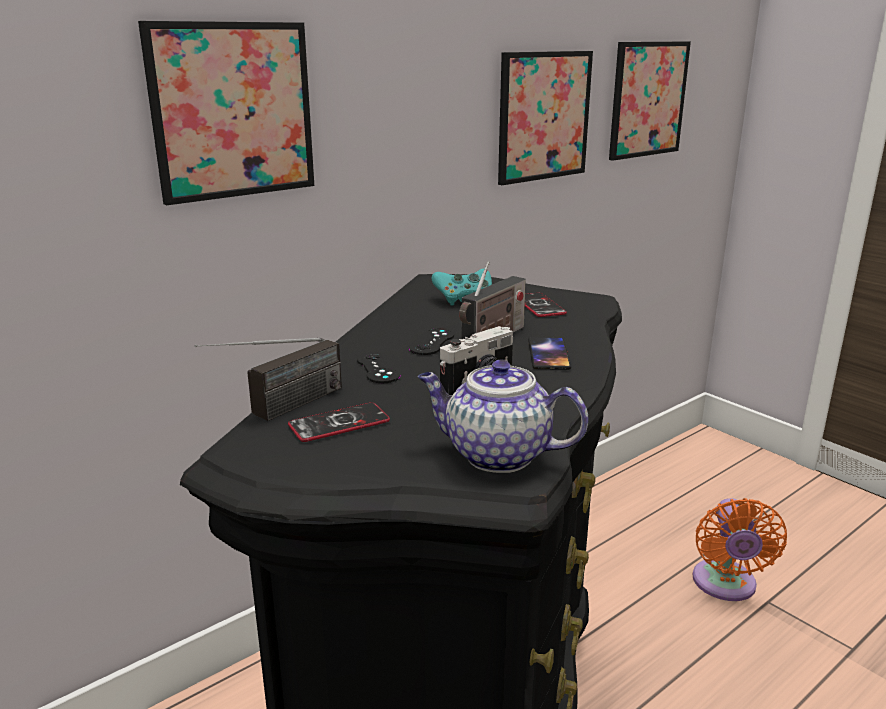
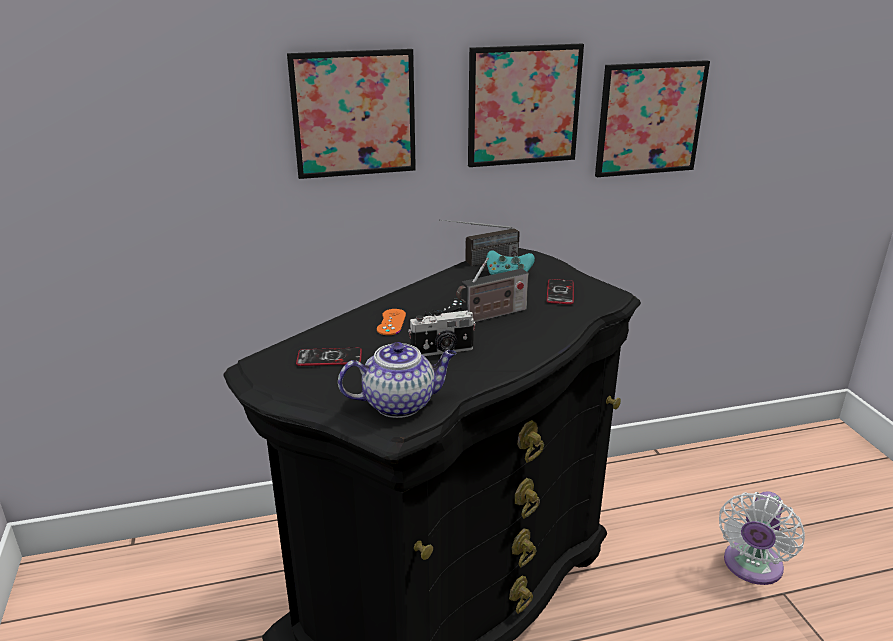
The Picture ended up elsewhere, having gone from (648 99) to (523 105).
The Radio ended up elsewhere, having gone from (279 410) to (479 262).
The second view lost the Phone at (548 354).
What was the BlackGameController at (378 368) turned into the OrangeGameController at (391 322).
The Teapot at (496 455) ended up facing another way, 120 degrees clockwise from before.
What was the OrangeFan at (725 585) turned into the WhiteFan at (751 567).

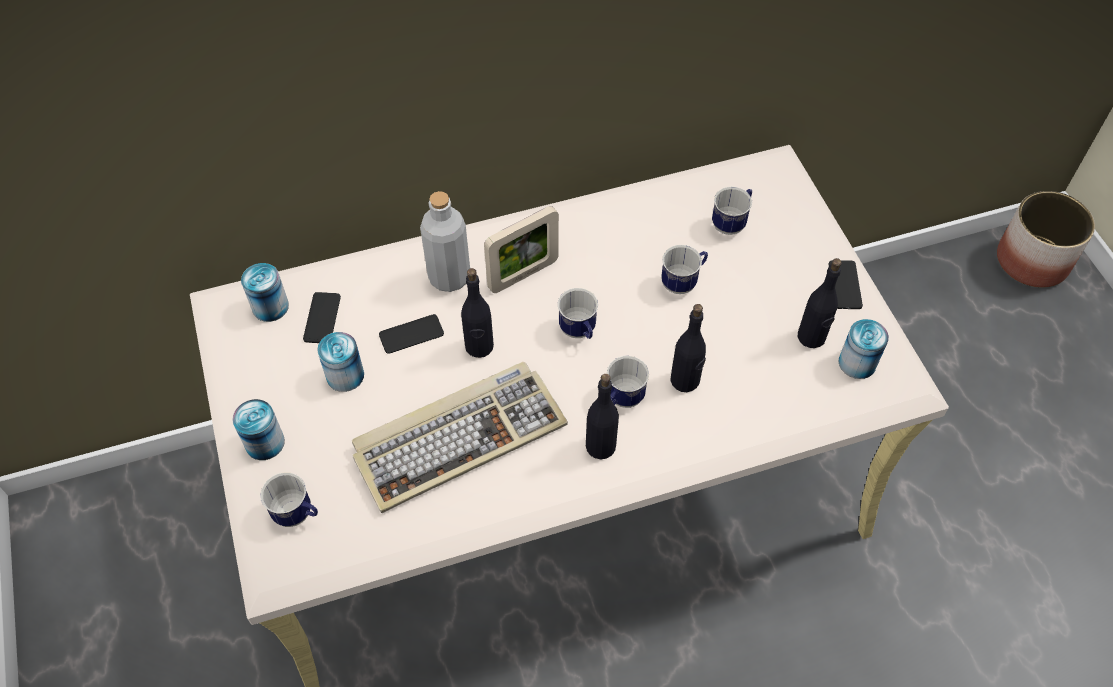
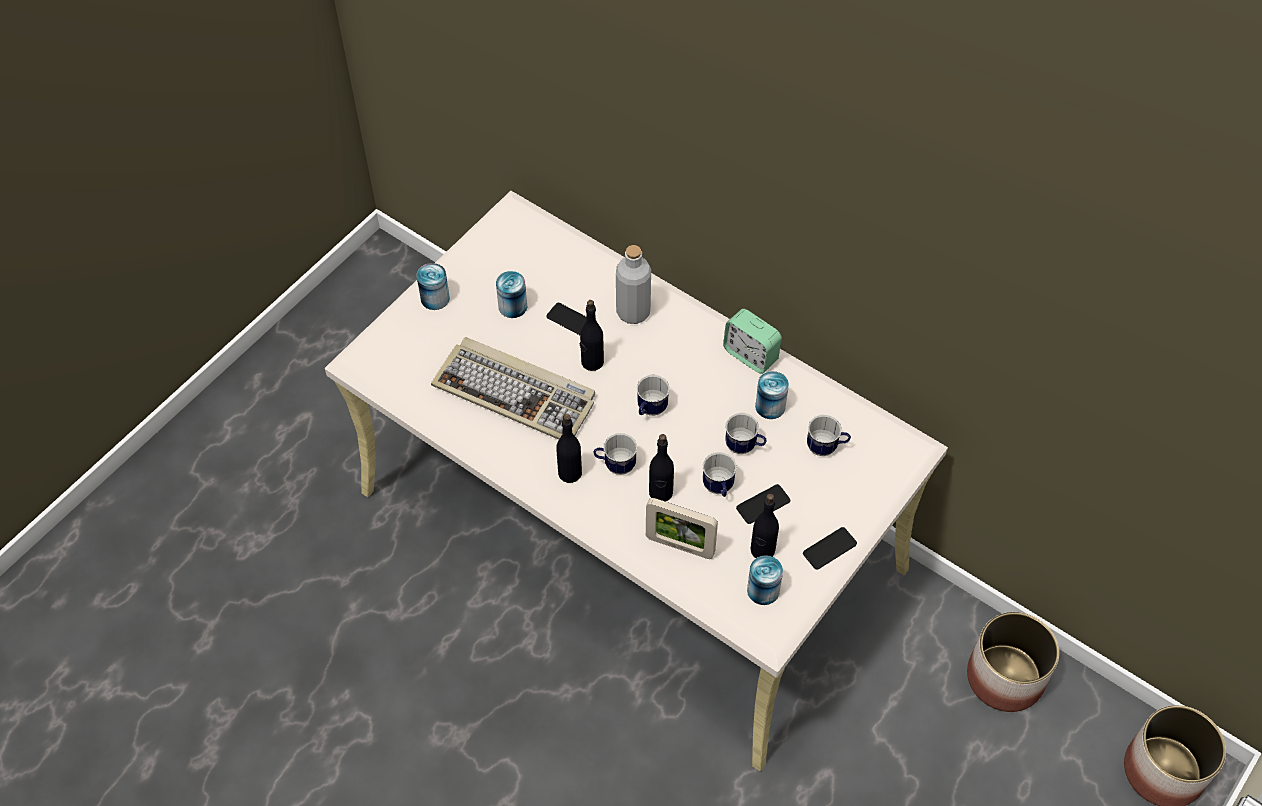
The PictureFrame ended up elsewhere, having gone from (523 275) to (680 546).
The Can ended up elsewhere, having gone from (270 306) to (770 406).
The Phone ended up elsewhere, having gone from (322 318) to (763 504).
The Mug ended up elsewhere, having gone from (298 515) to (719 488).
The second view gained the AlarmClock at (750 355).
The second view gained the Planter at (1006 677).

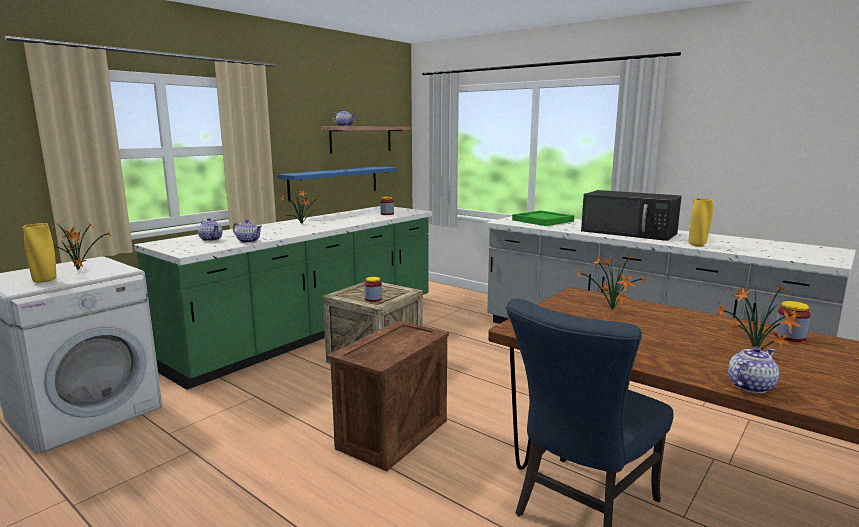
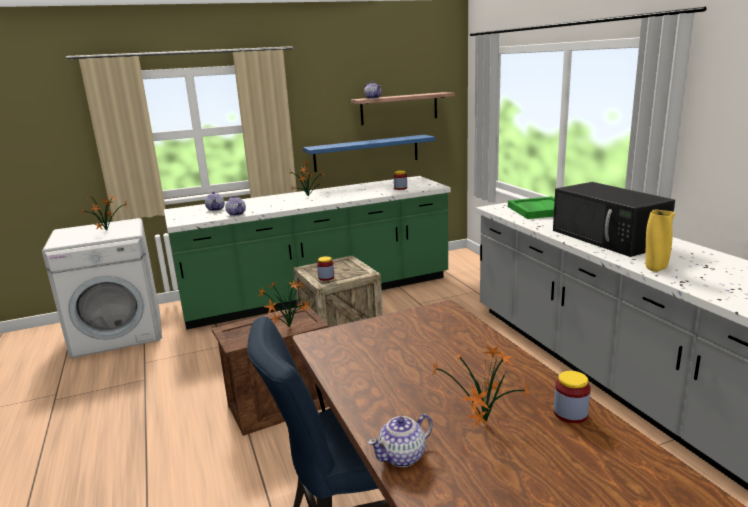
The second view lost the YellowVase at (45 281).
The PottedPlant ended up elsewhere, having gone from (612 311) to (288 327).
The Teapot at (749 386) ended up facing another way, 150 degrees clockwise from before.

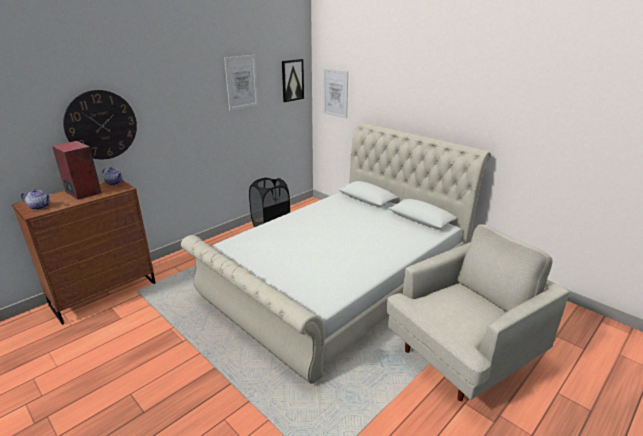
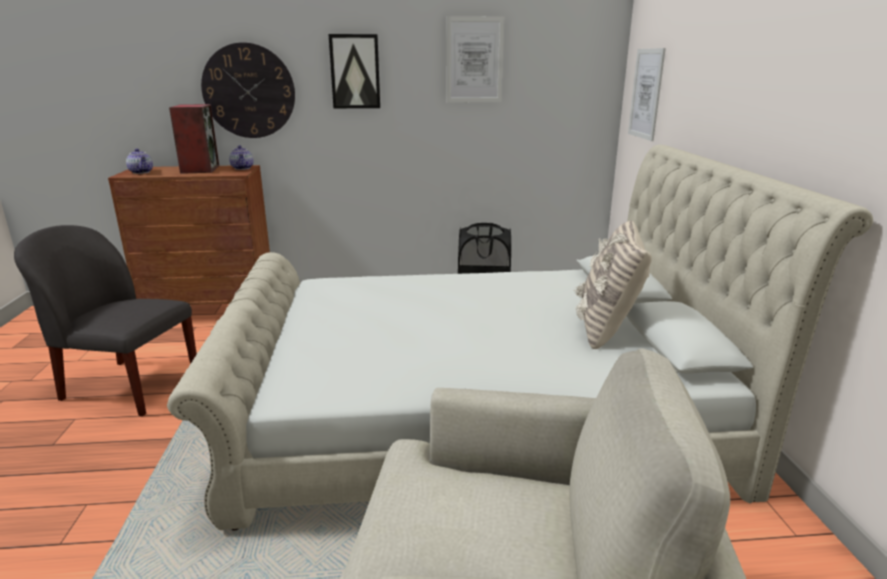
The Picture ended up elsewhere, having gone from (292 80) to (355 71).
The second view gained the BeigePillow at (604 327).
The second view gained the GreyChair at (128 387).

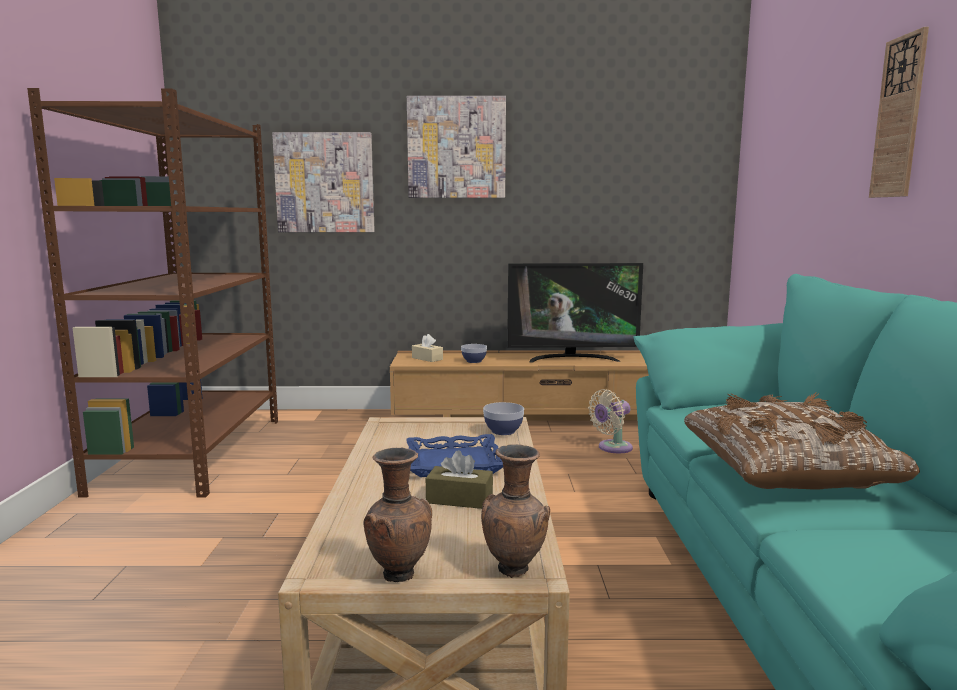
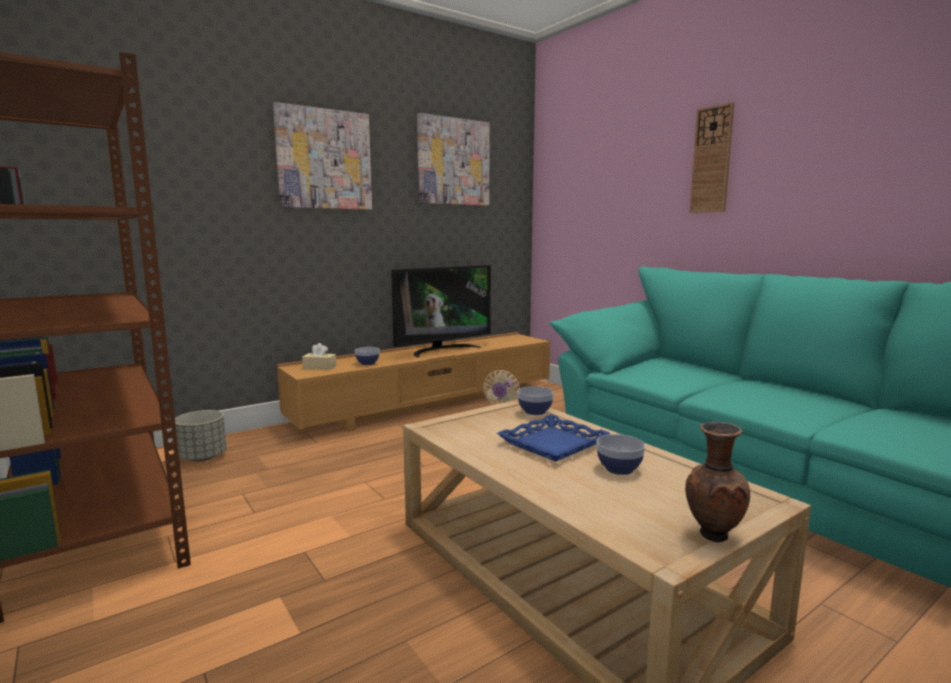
The Picture ended up elsewhere, having gone from (324 183) to (453 162).
The second view lost the BrownPillow at (785 475).
The second view lost the BrownVase at (515 569).
Where the BrownTissueBox stood at (459 499), the Bowl came to stand at (619 469).
The second view gained the GreyPlanter at (203 457).

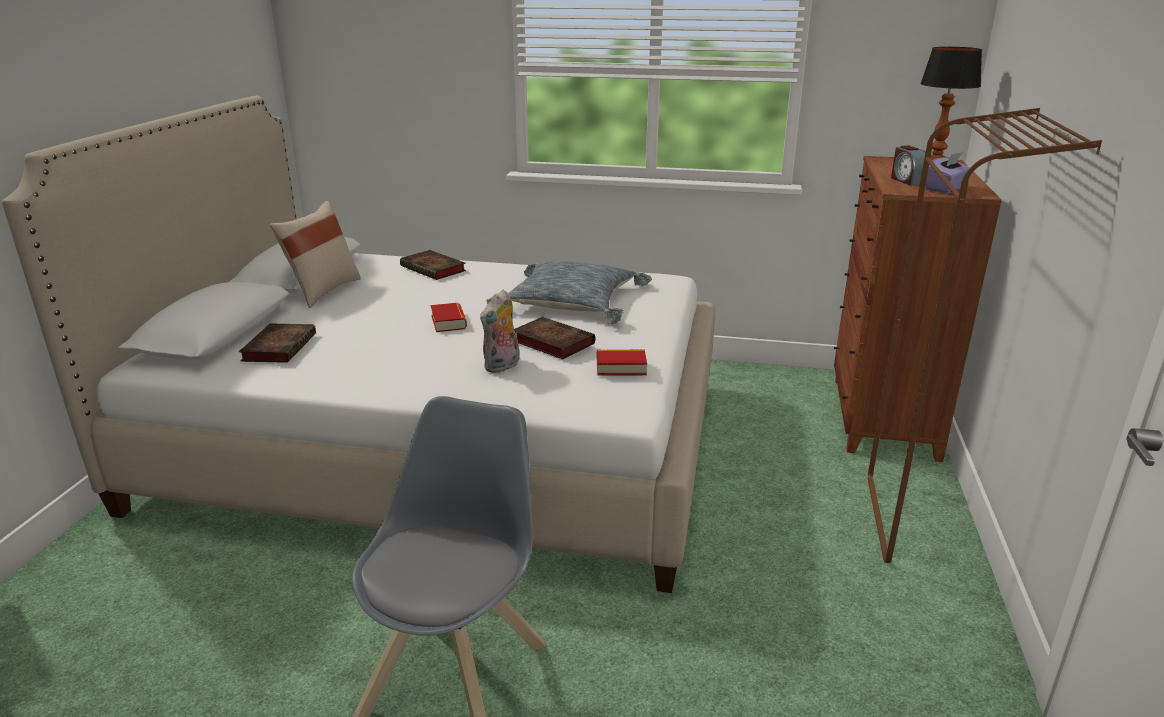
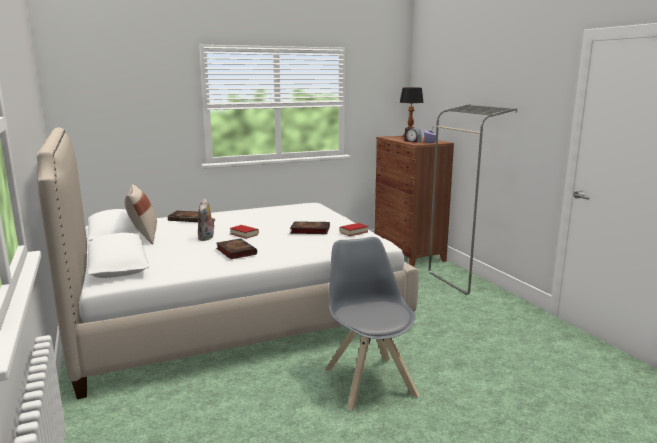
What was the BrownClothesRack at (919 524) turned into the GreyClothesRack at (462 281).
The second view lost the Pillow at (572 300).
The PlushToy ended up elsewhere, having gone from (502 366) to (207 238).
The Book ended up elsewhere, having gone from (279 347) to (235 251).

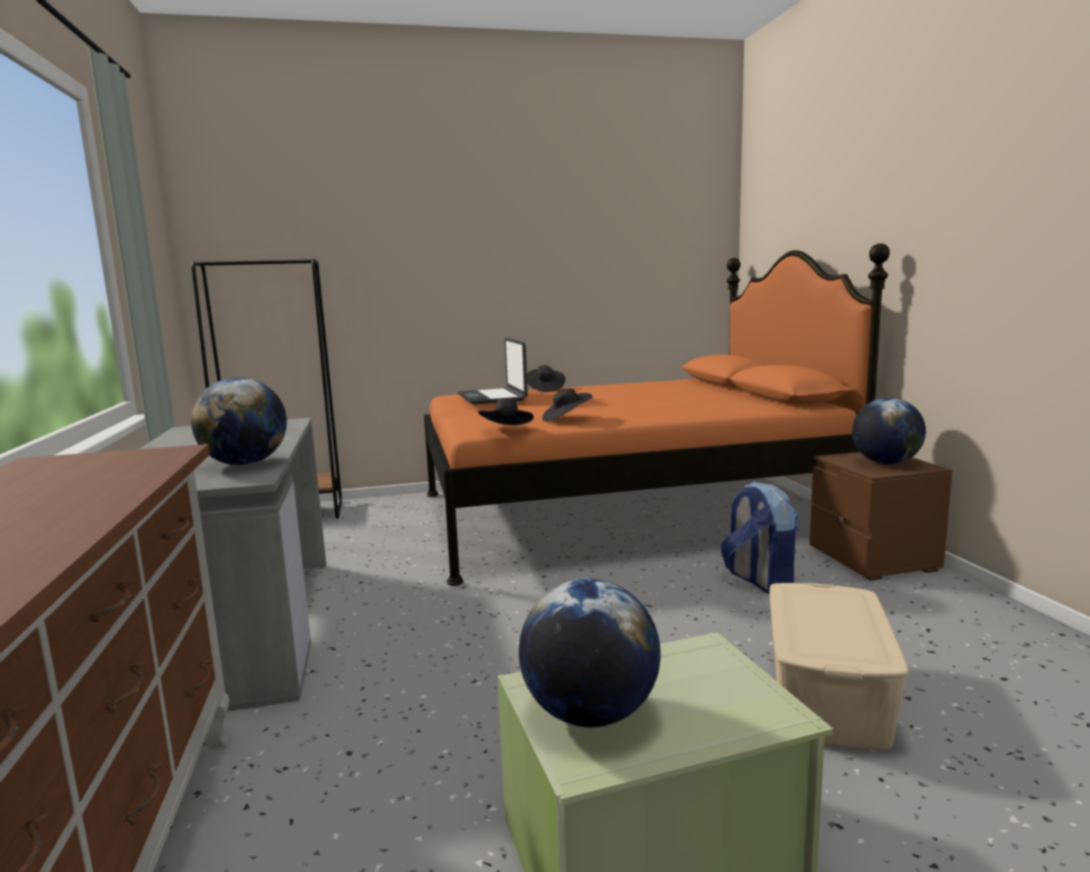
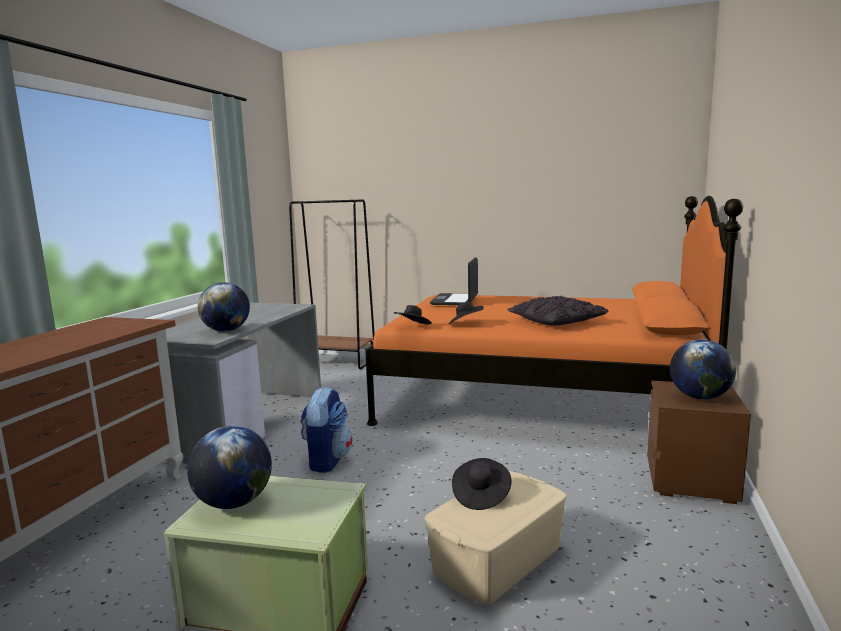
The BlackHat ended up elsewhere, having gone from (545 389) to (481 495).
The Backpack ended up elsewhere, having gone from (758 581) to (327 460).
The second view gained the BlackPillow at (556 322).

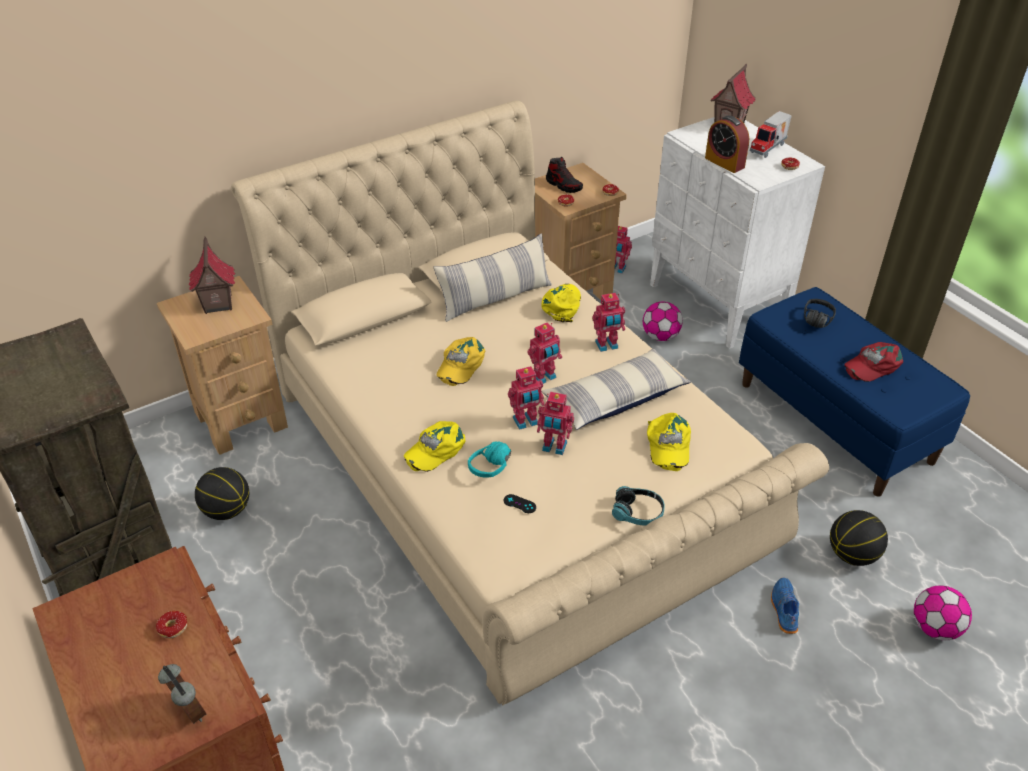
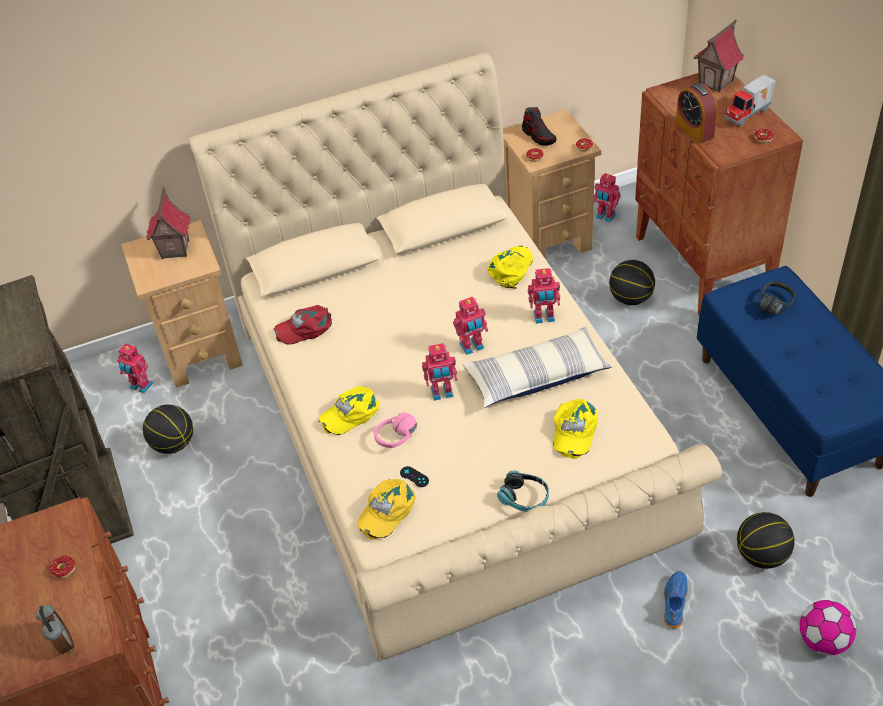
What was the WhiteDresser at (716 304) turned into the BrownDresser at (701 265).
The second view lost the Pillow at (495 299).
Where the Football stood at (660 336), the Basketball came to stand at (631 298).
The YellowCap ended up elsewhere, having gone from (460 364) to (386 510).
The RedCap ended up elsewhere, having gone from (872 365) to (305 328).
The ToyRobot ended up elsewhere, having gone from (554 447) to (140 386).
What was the TurquoiseHeadphones at (496 470) turned into the PinkHeadphones at (401 440).

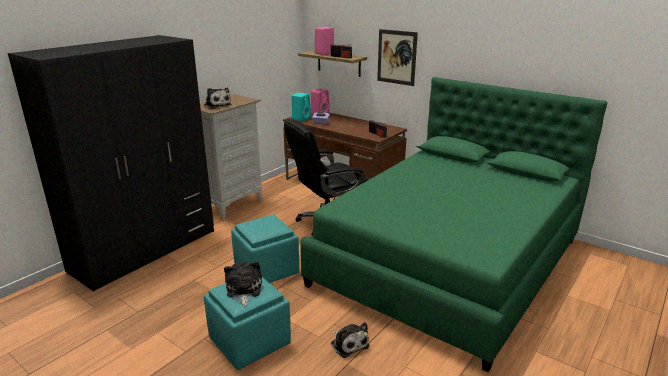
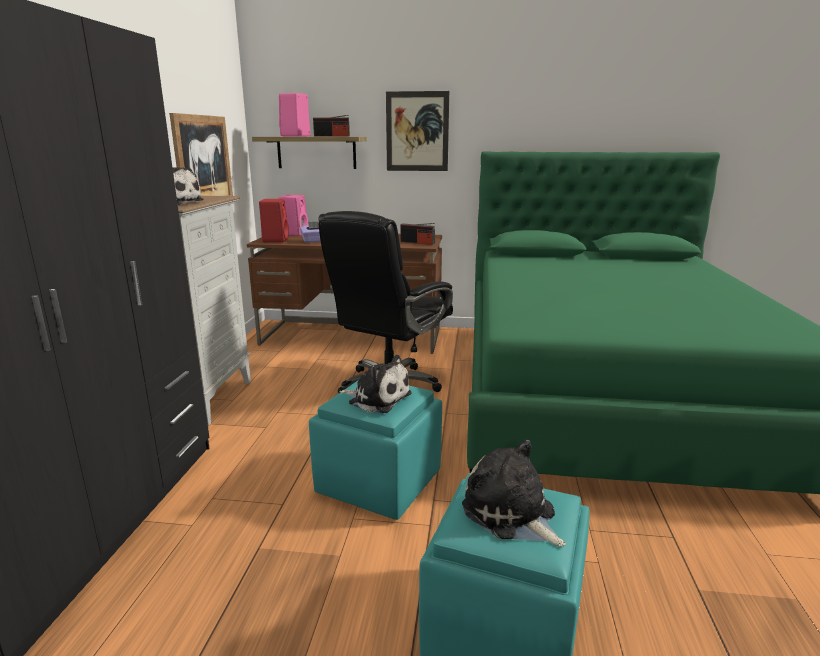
What was the TurquoiseSpeaker at (301 118) turned into the RedSpeaker at (275 240).
The PlushToy ended up elsewhere, having gone from (348 344) to (377 398).
The second view gained the Picture at (203 162).

